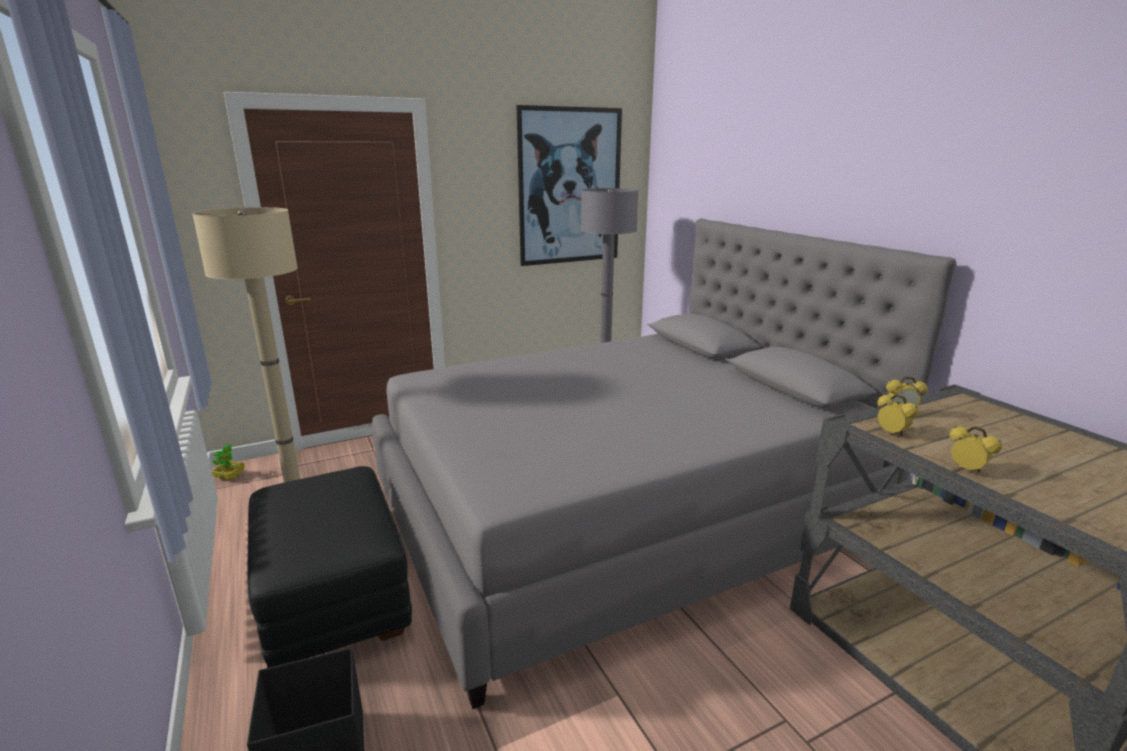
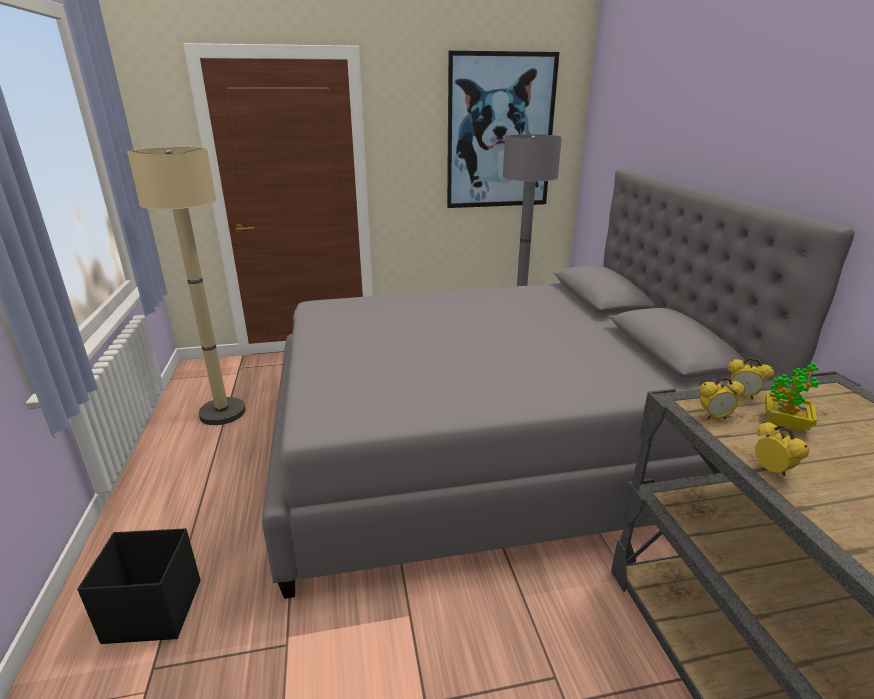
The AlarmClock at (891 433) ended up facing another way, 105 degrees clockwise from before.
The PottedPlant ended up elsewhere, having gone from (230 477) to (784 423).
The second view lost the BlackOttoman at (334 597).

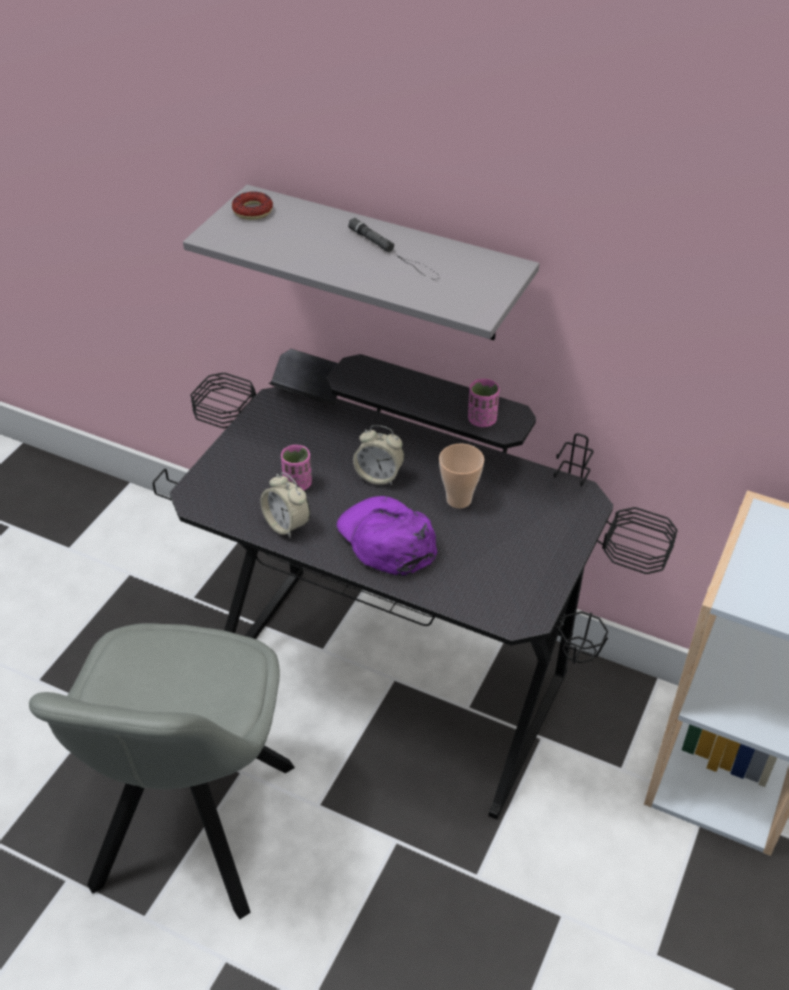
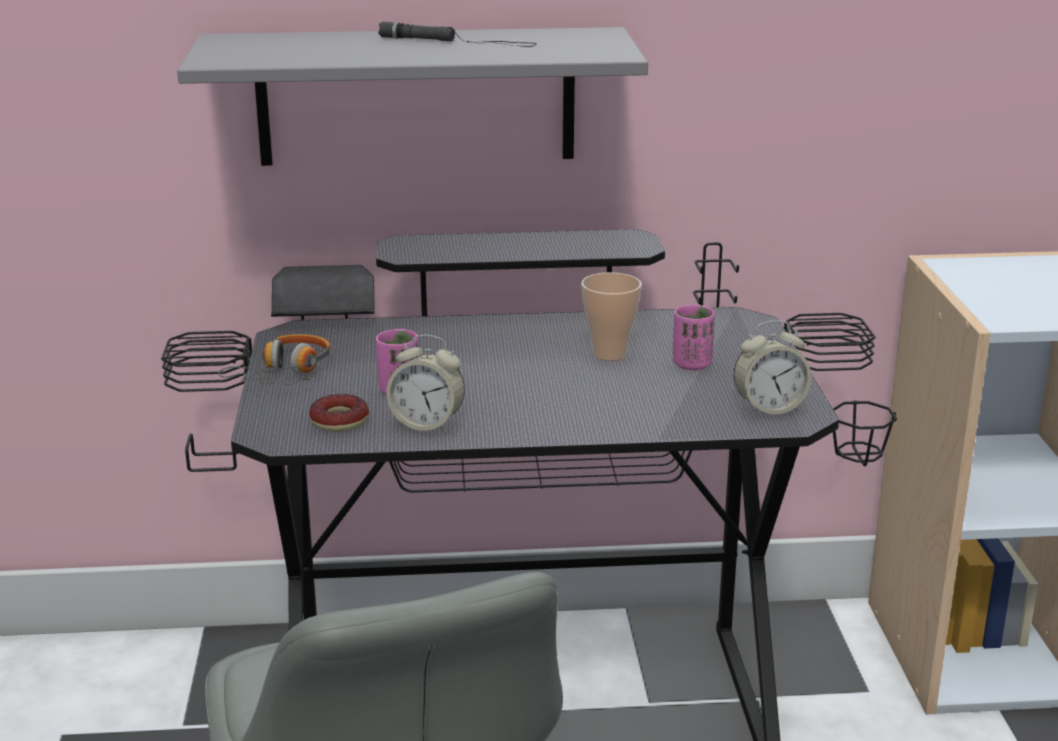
The Donut ended up elsewhere, having gone from (252 211) to (339 420).
The PinkCup ended up elsewhere, having gone from (482 420) to (691 364).
The AlarmClock ended up elsewhere, having gone from (379 476) to (769 409).
The second view lost the PurpleCap at (387 539).
The second view gained the Headphones at (285 373).

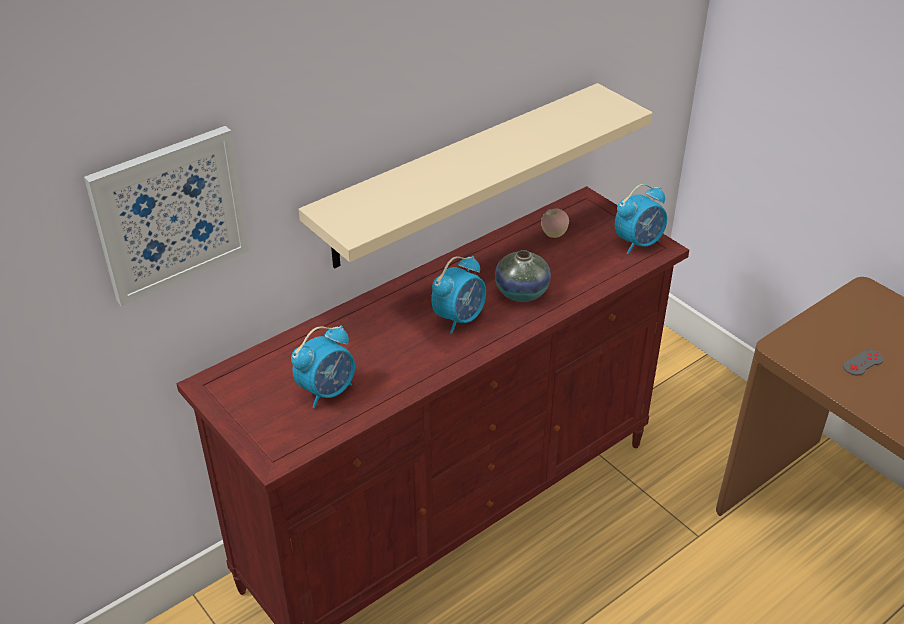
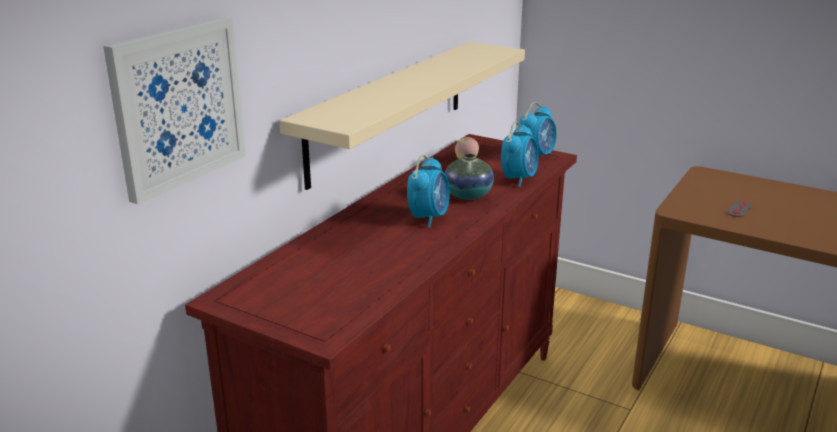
The AlarmClock ended up elsewhere, having gone from (327 391) to (519 179).

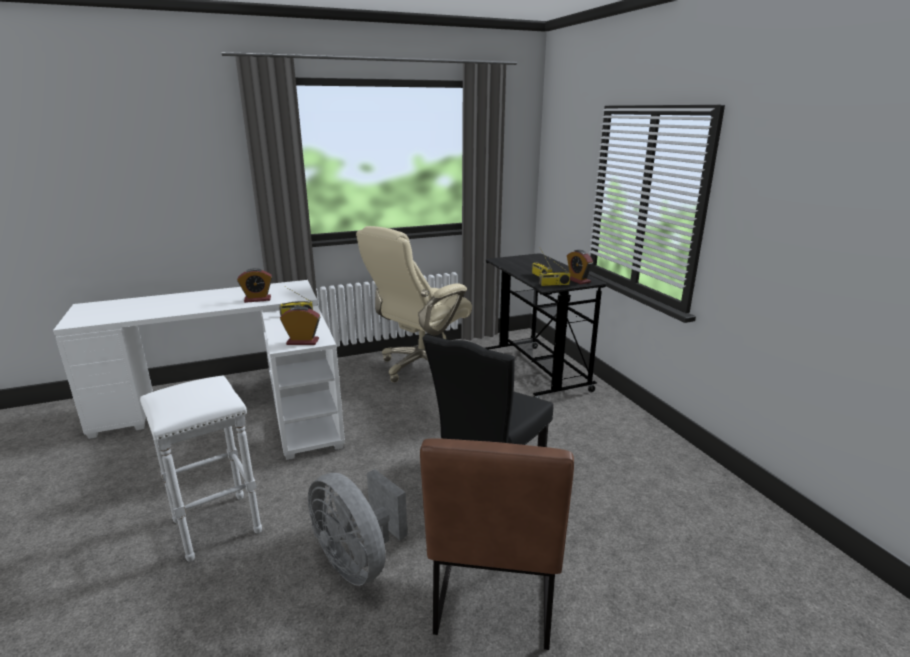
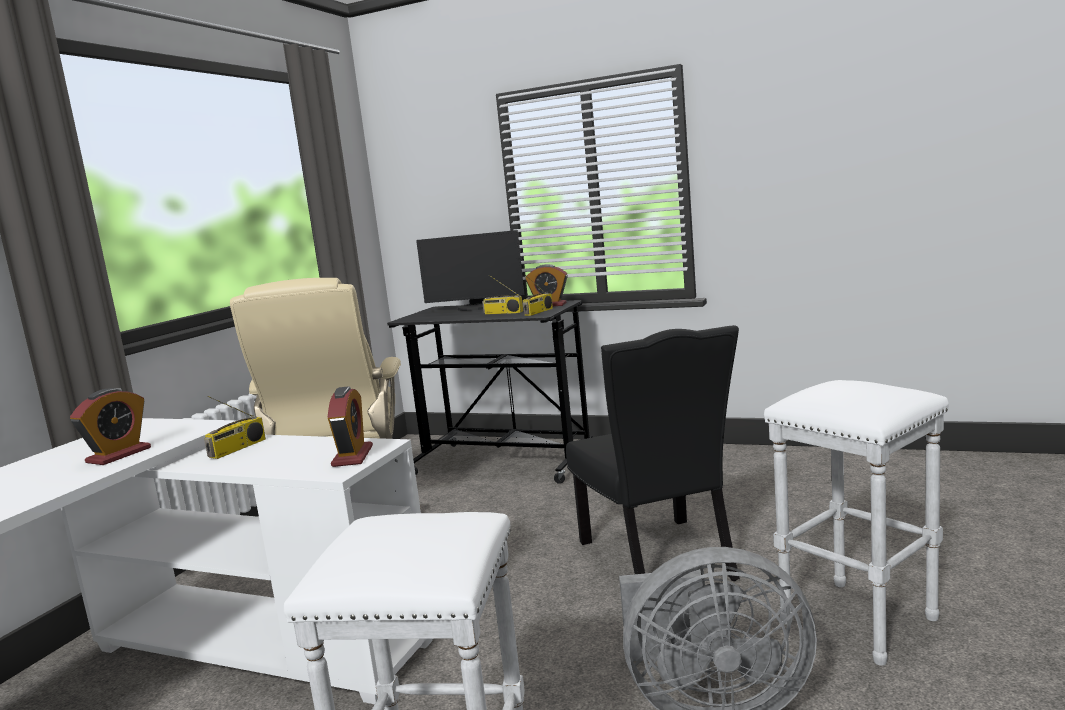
The AlarmClock at (303 342) ended up facing another way, 135 degrees clockwise from before.
Where the BrownChair stood at (494 590), the WhiteStool came to stand at (859 622).
The second view gained the Monitor at (475 308).

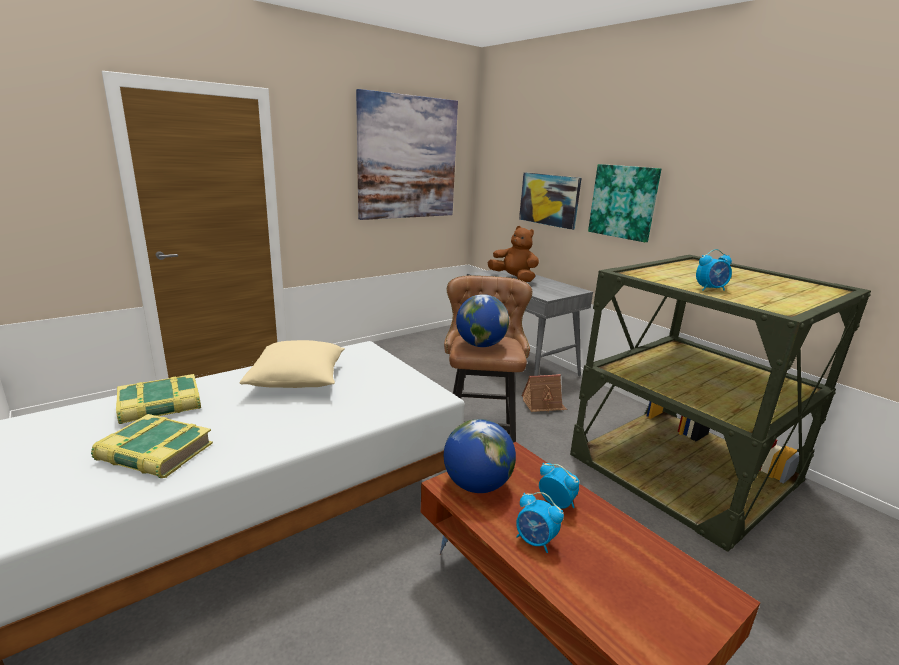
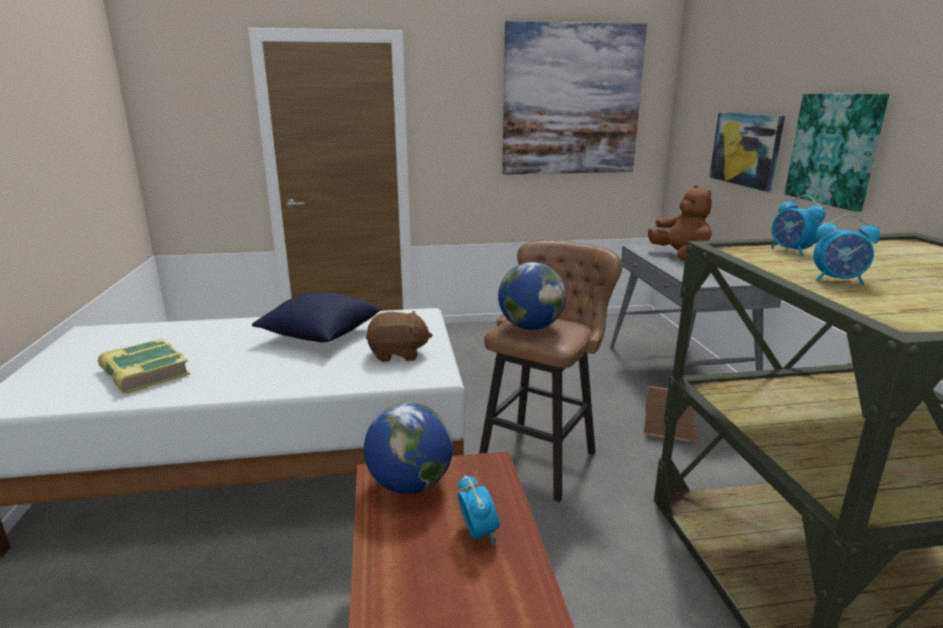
What was the BeigePillow at (298 381) turned into the BluePillow at (321 335).
The second view lost the Book at (160 405).
The AlarmClock ended up elsewhere, having gone from (535 541) to (791 251).
The second view gained the BrownPlushToy at (398 354).

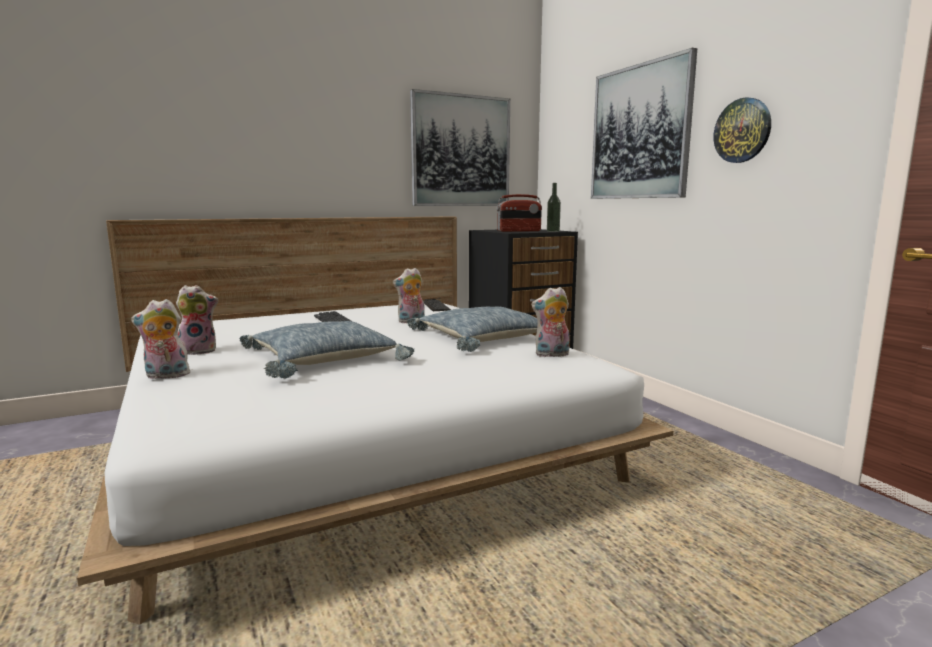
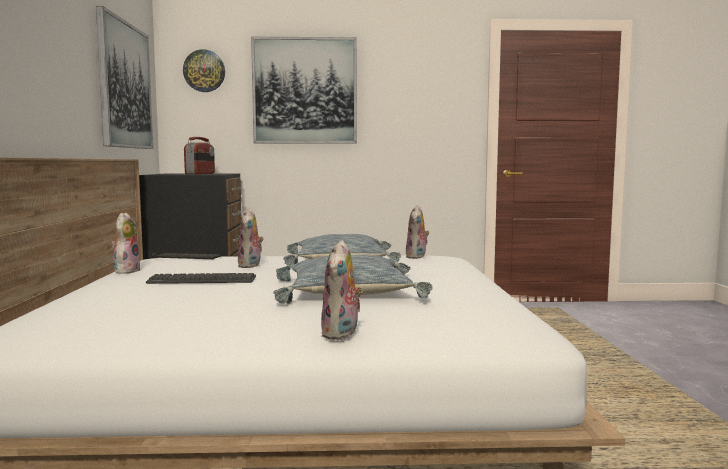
The WallClock ended up elsewhere, having gone from (742 130) to (204 71).
The second view lost the Bottle at (553 231).
The PlushToy ended up elsewhere, having gone from (199 351) to (126 271).

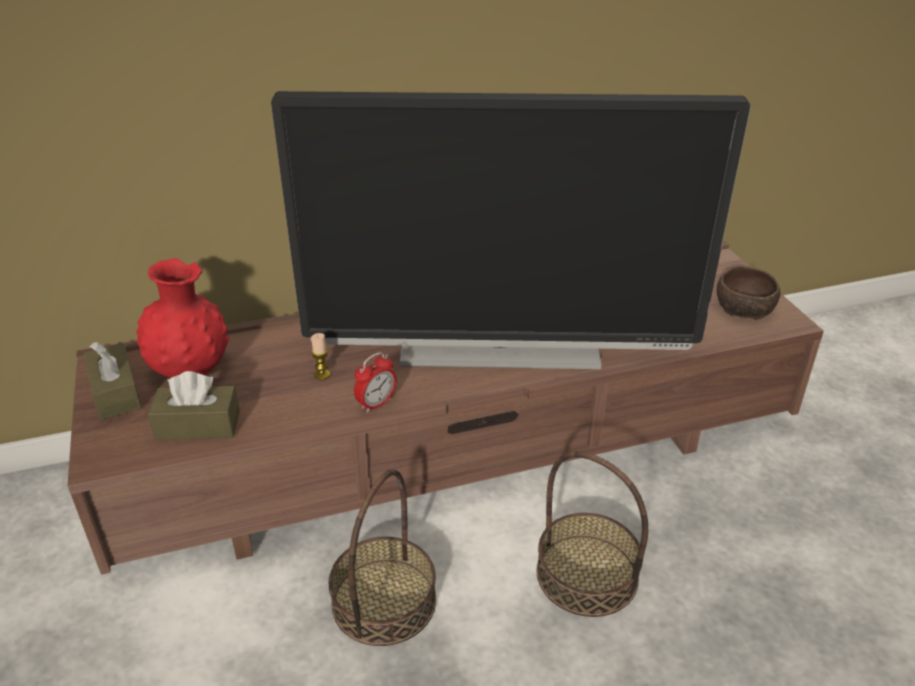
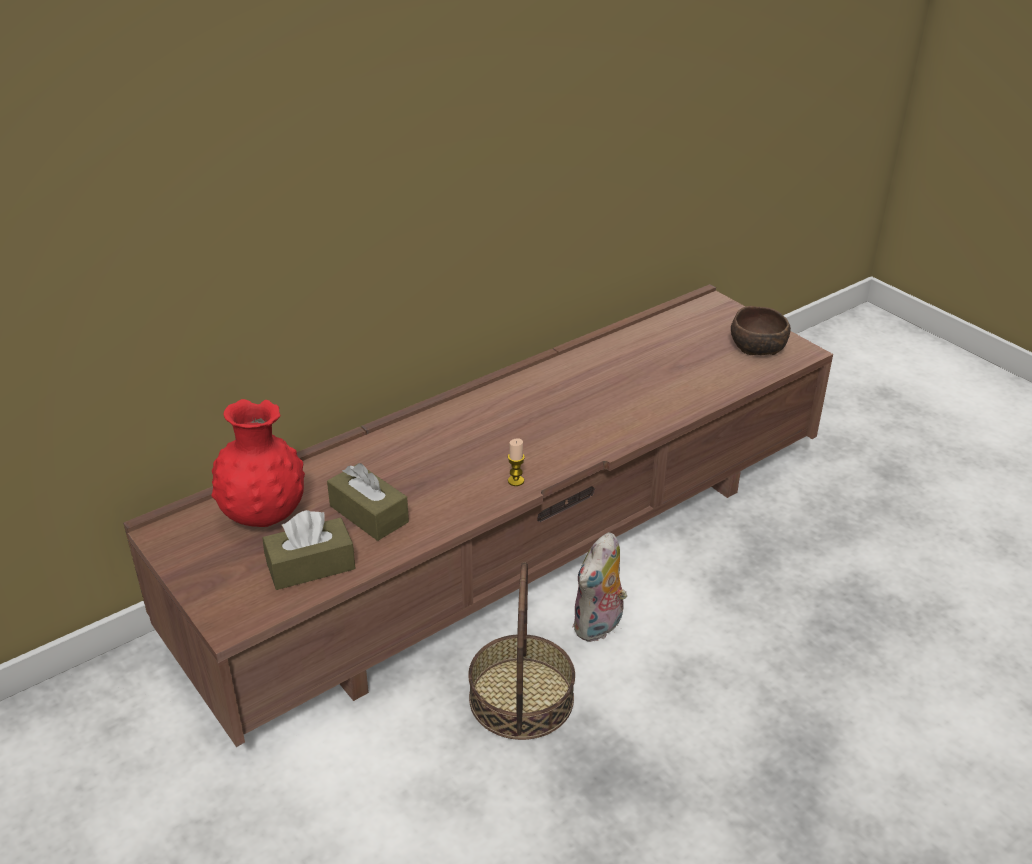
The second view lost the Television at (499 348).
The Candle ended up elsewhere, having gone from (322 374) to (516 481).
The BrownTissueBox ended up elsewhere, having gone from (116 393) to (369 514).
The second view lost the AlarmClock at (376 404).
The second view lost the Basket at (587 574).
The second view gained the PlushToy at (599 627).

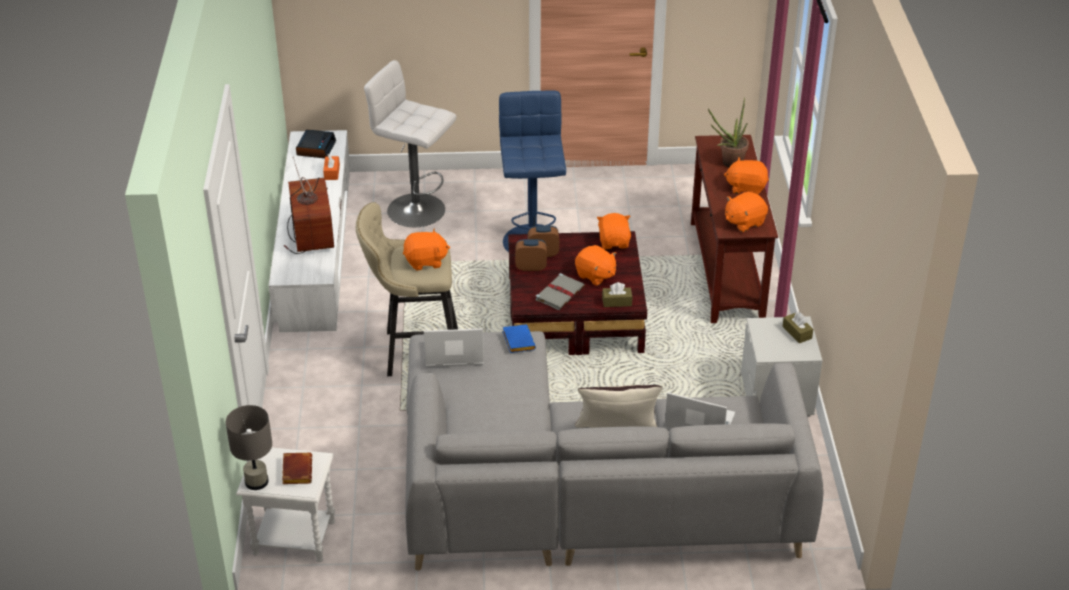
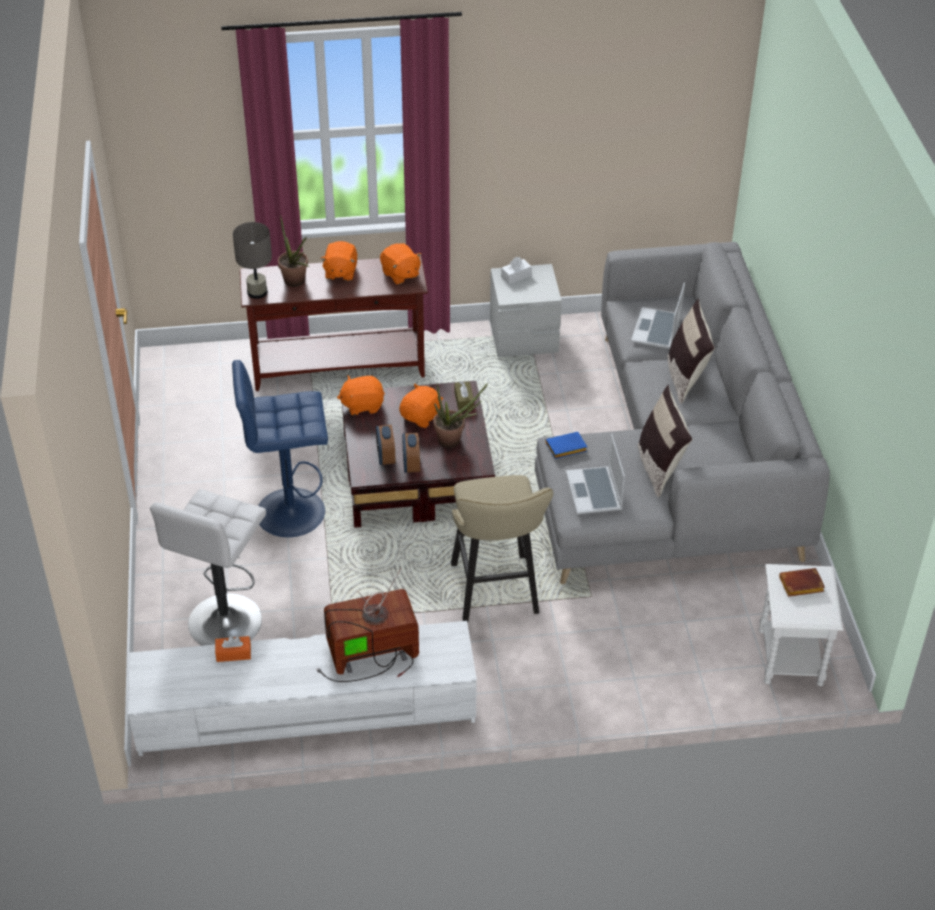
The second view lost the AlarmClock at (316 148).
The second view lost the OrangePlushToy at (425 261).
Where the GreyBook stood at (560 293), the PottedPlant came to stand at (454 441).
What was the BrownTissueBox at (797 332) turned into the WhiteTissueBox at (516 276).
The GreyTableLamp ended up elsewhere, having gone from (256 481) to (257 292).
The second view gained the Pillow at (660 468).

